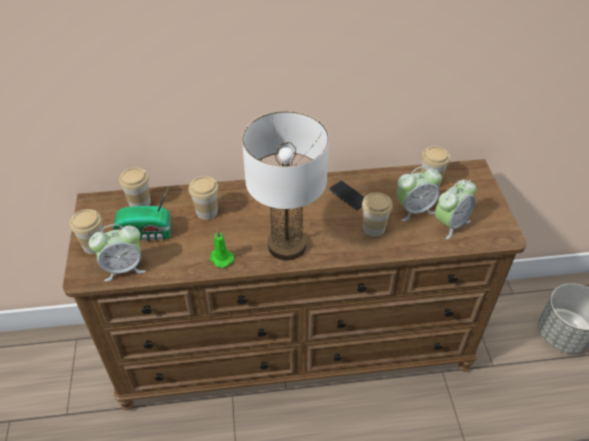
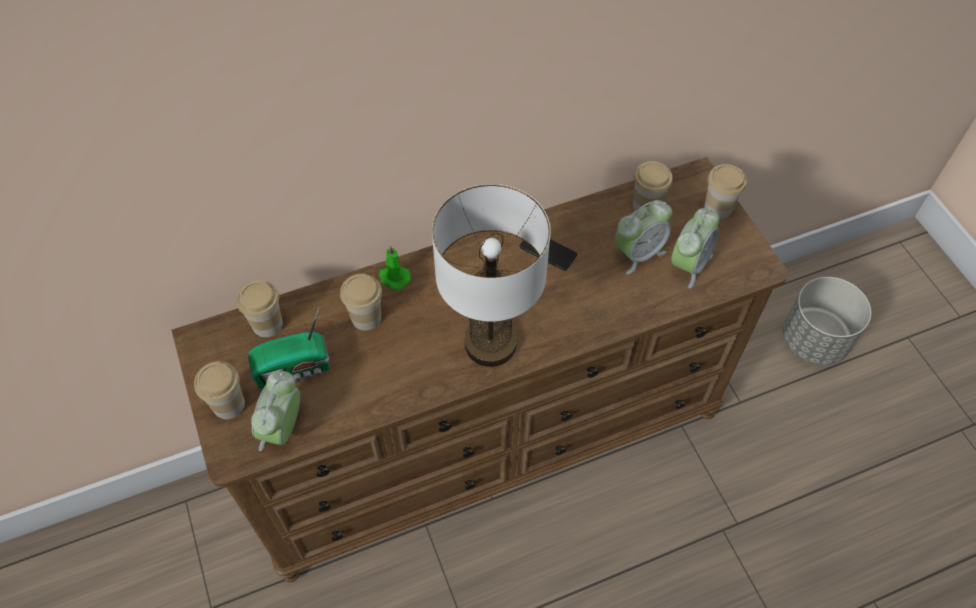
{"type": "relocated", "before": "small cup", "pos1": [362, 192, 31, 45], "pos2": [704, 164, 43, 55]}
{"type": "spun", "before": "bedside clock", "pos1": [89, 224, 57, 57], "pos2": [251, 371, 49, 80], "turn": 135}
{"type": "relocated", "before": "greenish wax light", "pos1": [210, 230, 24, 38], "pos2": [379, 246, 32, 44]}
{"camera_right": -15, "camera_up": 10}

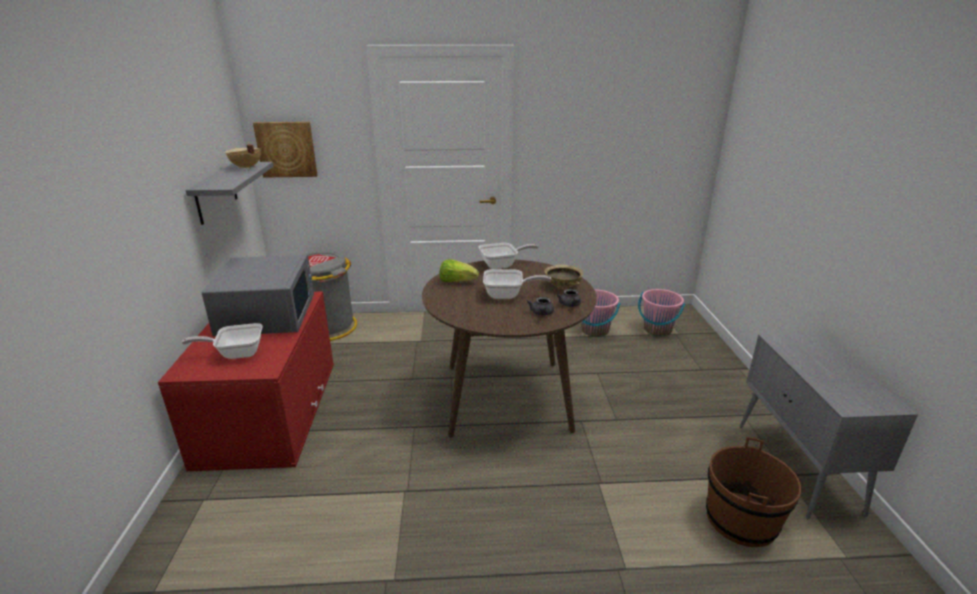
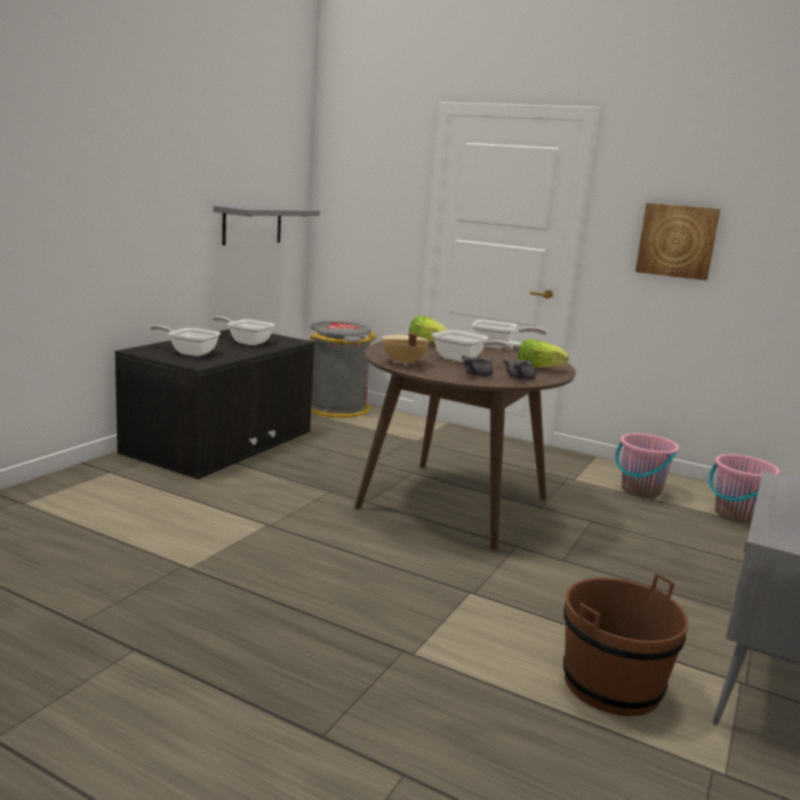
{"type": "relocated", "before": "picture", "pos1": [253, 122, 65, 56], "pos2": [635, 203, 85, 78]}
{"type": "relocated", "before": "beige-coloured saucepot", "pos1": [225, 144, 36, 25], "pos2": [382, 333, 47, 33]}
{"type": "exchanged", "before": "grey microwave", "after": "pan", "pos1": [202, 255, 112, 81], "pos2": [212, 316, 63, 29]}
{"type": "exchanged", "before": "beige-coloured deep dish", "after": "head of lettuce", "pos1": [544, 265, 39, 24], "pos2": [518, 339, 51, 29]}
{"type": "colour", "before": "red storage cabinet", "after": "black storage cabinet", "pos1": [158, 291, 176, 180], "pos2": [115, 329, 200, 150]}
{"camera_right": 30, "camera_up": -10}

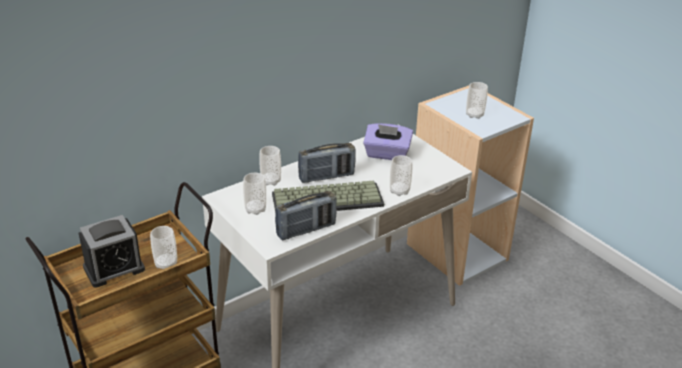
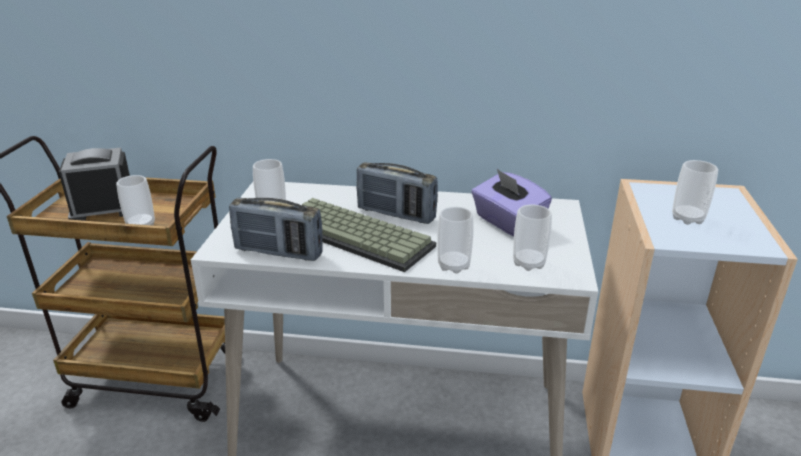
{"type": "relocated", "before": "small cup", "pos1": [259, 146, 22, 40], "pos2": [513, 205, 39, 66]}
{"type": "spun", "before": "bedside clock", "pos1": [79, 215, 66, 73], "pos2": [59, 148, 71, 73], "turn": 150}
{"camera_right": 45, "camera_up": -5}

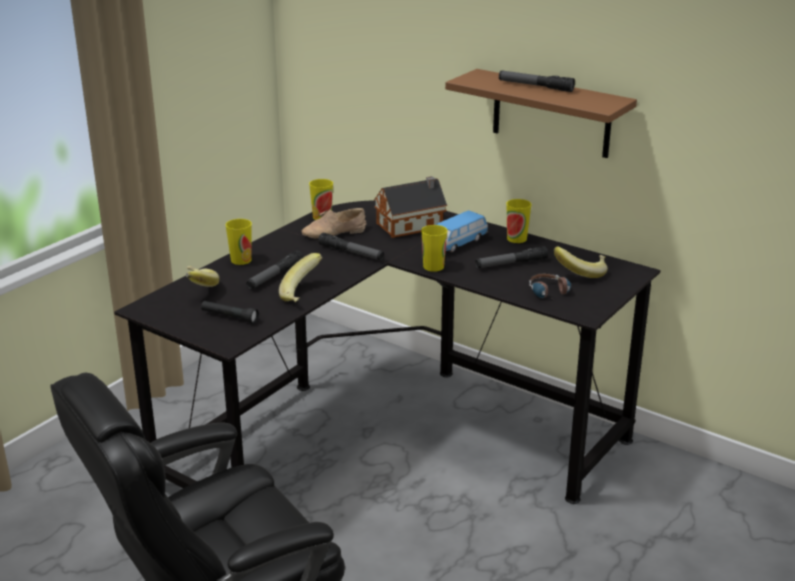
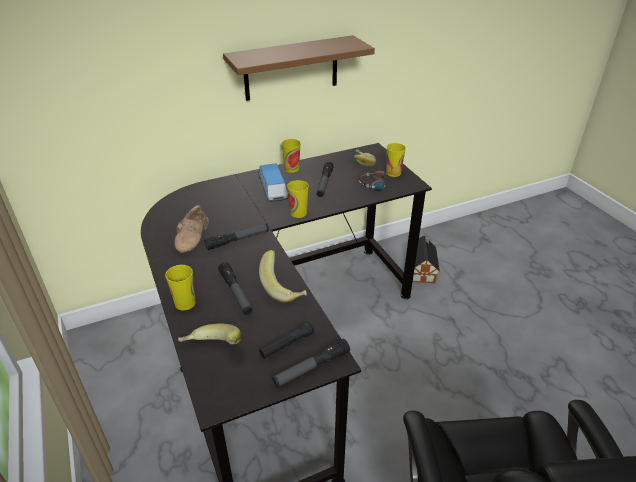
{"type": "relocated", "before": "torch", "pos1": [499, 70, 76, 22], "pos2": [272, 339, 78, 48]}
{"type": "relocated", "before": "toy house", "pos1": [374, 176, 73, 62], "pos2": [413, 236, 27, 48]}
{"type": "relocated", "before": "small cup", "pos1": [309, 179, 24, 41], "pos2": [386, 143, 20, 34]}
{"camera_right": -60, "camera_up": 10}

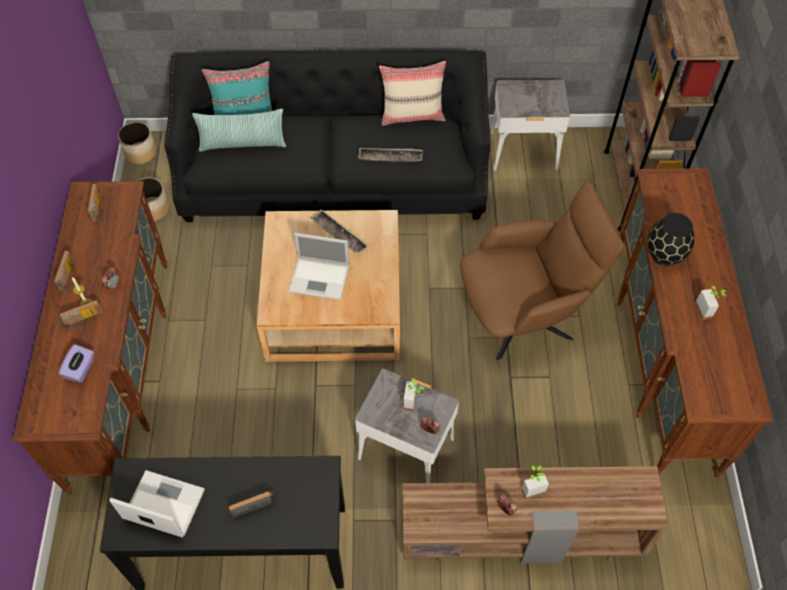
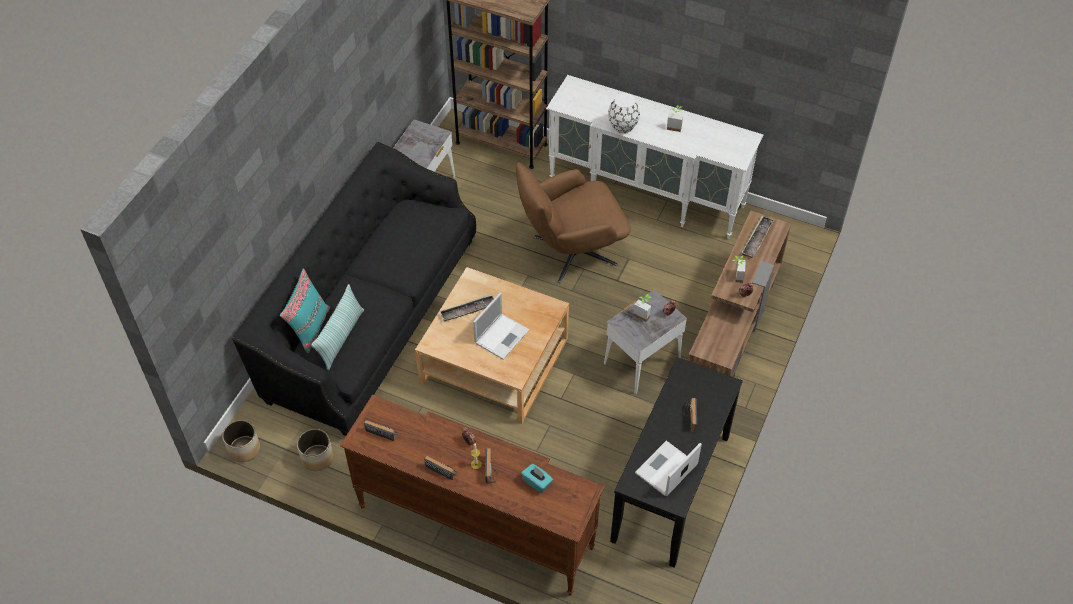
{"type": "missing", "before": "beige-coloured pillow", "pos1": [379, 61, 67, 65]}
{"type": "relocated", "before": "carrying tray", "pos1": [358, 147, 65, 15], "pos2": [742, 216, 32, 42]}
{"type": "colour", "before": "brown storage cabinet", "after": "whitish storage cabinet", "pos1": [617, 168, 156, 309], "pos2": [546, 75, 217, 164]}
{"type": "spun", "before": "brown lounge chair", "pos1": [460, 181, 164, 180], "pos2": [516, 162, 115, 122], "turn": -120}
{"type": "colour", "before": "black flower vase", "after": "whitish flower vase", "pos1": [648, 213, 47, 53], "pos2": [608, 93, 32, 40]}
{"type": "colour", "before": "purplish tissue box", "after": "turquoise tissue box", "pos1": [59, 344, 35, 39], "pos2": [521, 464, 32, 29]}
{"camera_right": -65, "camera_up": -5}

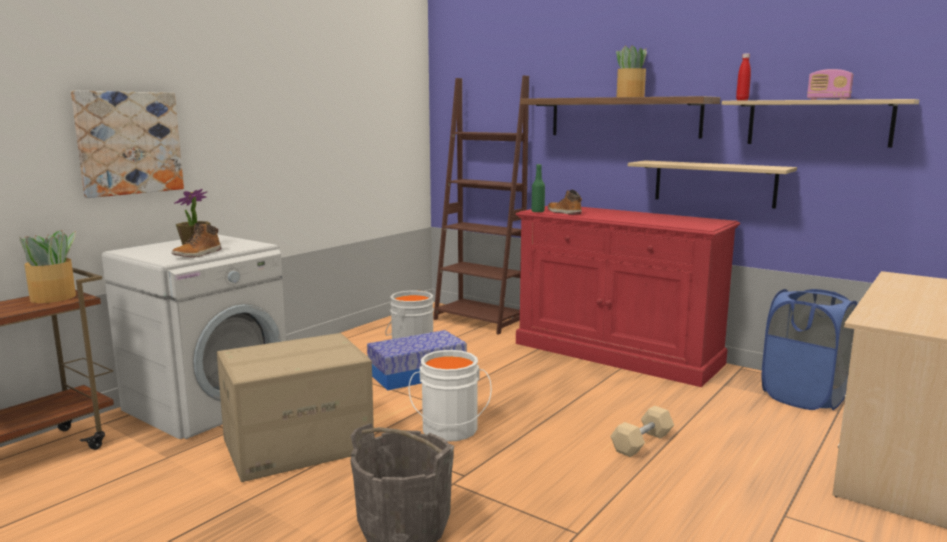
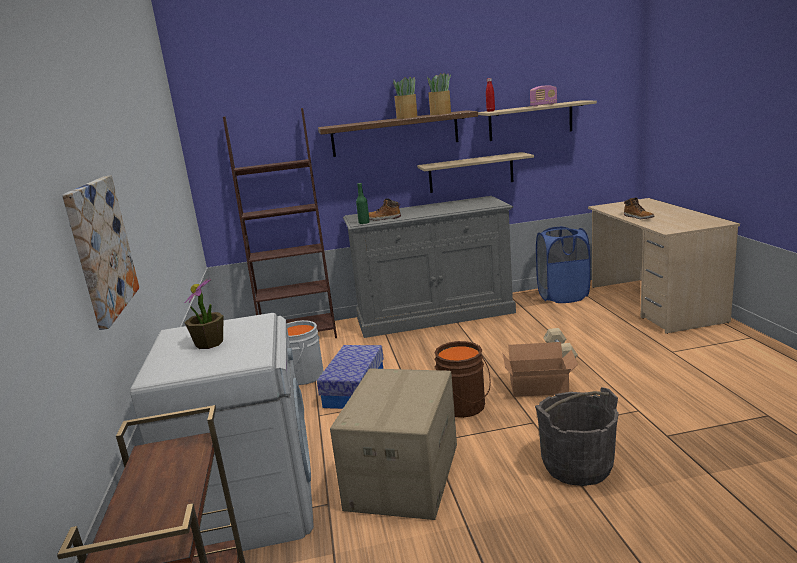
{"type": "colour", "before": "red storage cabinet", "after": "grey storage cabinet", "pos1": [516, 206, 224, 181], "pos2": [343, 196, 173, 142]}
{"type": "relocated", "before": "high-top boot", "pos1": [172, 223, 49, 34], "pos2": [624, 197, 30, 22]}
{"type": "relocated", "before": "houseplant", "pos1": [19, 230, 57, 73], "pos2": [427, 73, 24, 42]}
{"type": "colour", "before": "whitish water bucket", "after": "brown water bucket", "pos1": [409, 350, 83, 92], "pos2": [434, 341, 57, 77]}
{"type": "appeared", "after": "carton", "pos2": [502, 342, 76, 55]}
{"camera_right": -45, "camera_up": 5}

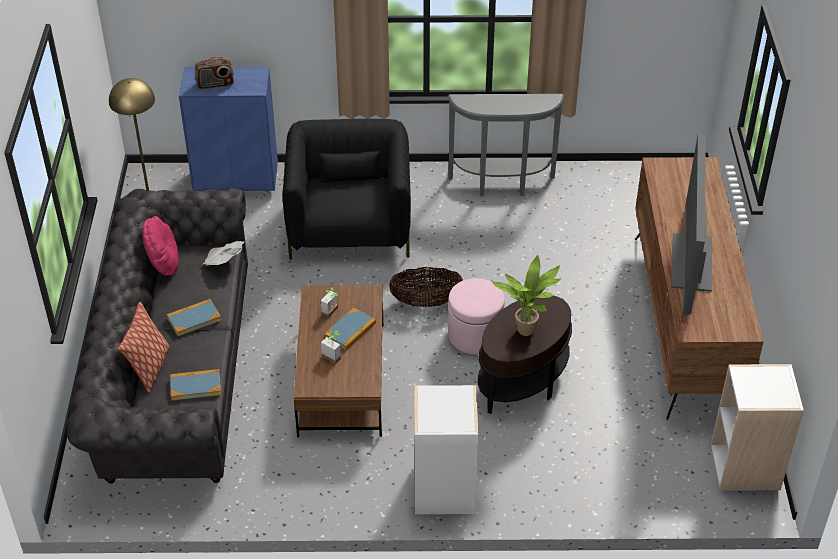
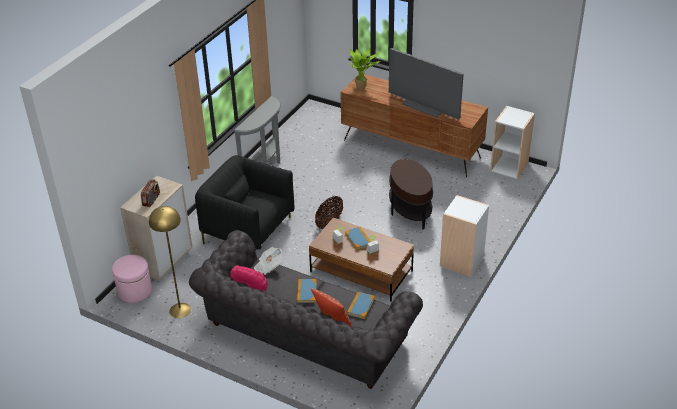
{"type": "colour", "before": "blue-coloured storage cabinet", "after": "beige-coloured storage cabinet", "pos1": [179, 66, 99, 126], "pos2": [120, 176, 72, 104]}
{"type": "relocated", "before": "houseplant", "pos1": [492, 255, 69, 81], "pos2": [349, 48, 31, 42]}
{"type": "relocated", "before": "pink-coloured ottoman", "pos1": [448, 278, 57, 76], "pos2": [112, 255, 40, 48]}
{"camera_right": -60, "camera_up": -5}

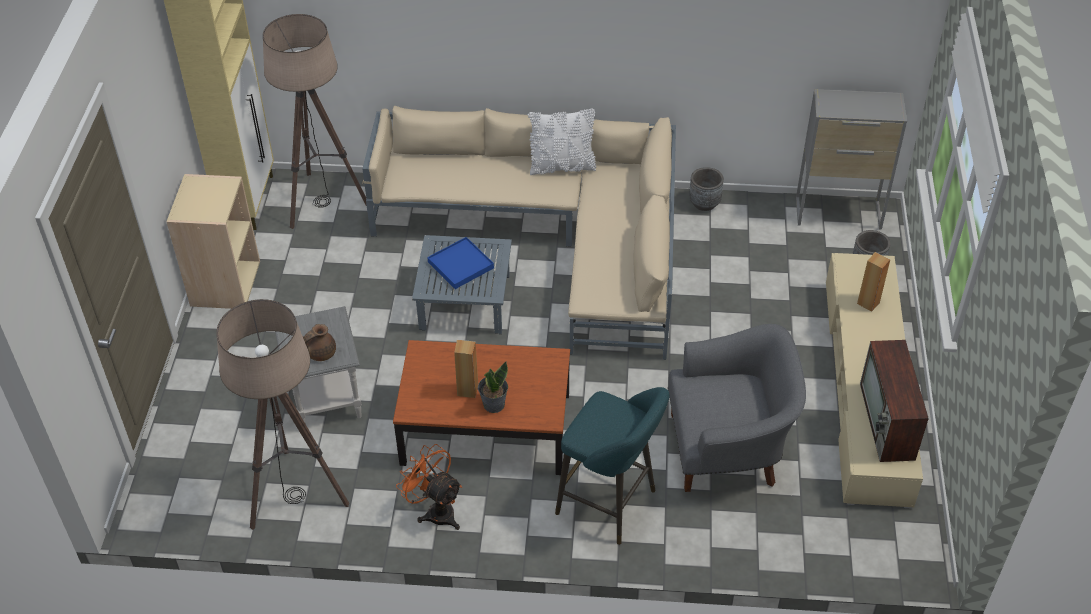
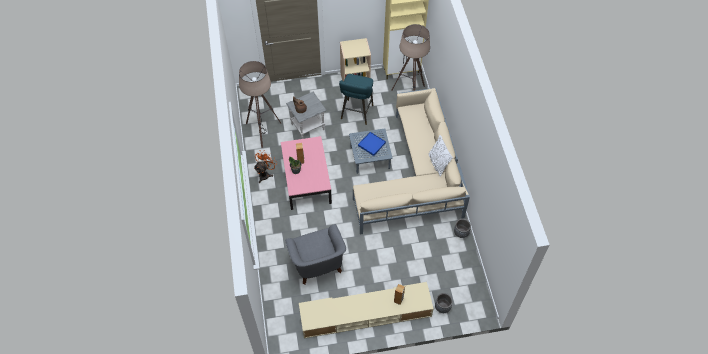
{"type": "missing", "before": "grey storage cabinet", "pos1": [796, 89, 111, 141]}
{"type": "colour", "before": "brown coffee table", "after": "pink-coloured coffee table", "pos1": [393, 340, 177, 135], "pos2": [281, 136, 51, 74]}
{"type": "missing", "before": "television", "pos1": [860, 340, 69, 122]}
{"type": "relocated", "before": "turquoise stool", "pos1": [555, 387, 114, 158], "pos2": [339, 74, 34, 51]}
{"camera_right": 75, "camera_up": 10}

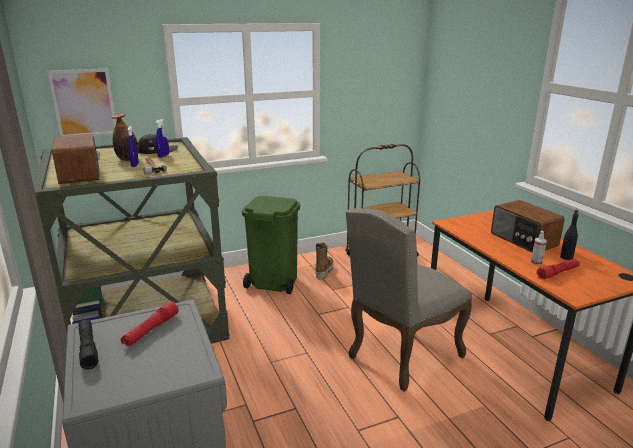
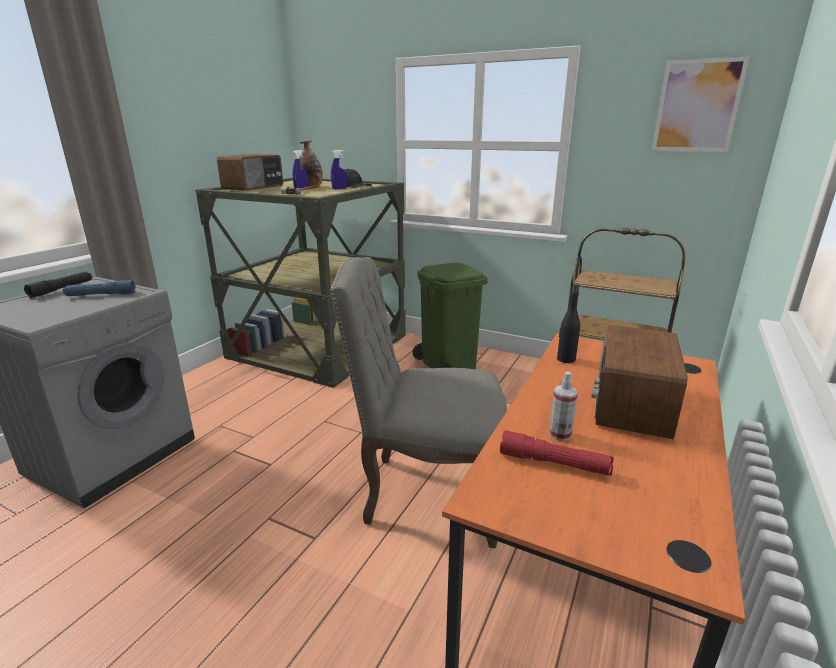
{"type": "relocated", "before": "picture", "pos1": [47, 69, 69, 67], "pos2": [652, 56, 98, 96]}
{"type": "relocated", "before": "black drink bottle", "pos1": [560, 210, 18, 50], "pos2": [557, 283, 23, 80]}
{"type": "missing", "before": "high-top boot", "pos1": [315, 243, 18, 37]}
{"type": "colour", "before": "red torch", "after": "blue-coloured torch", "pos1": [121, 301, 58, 45], "pos2": [63, 280, 72, 16]}
{"camera_right": 50, "camera_up": 0}

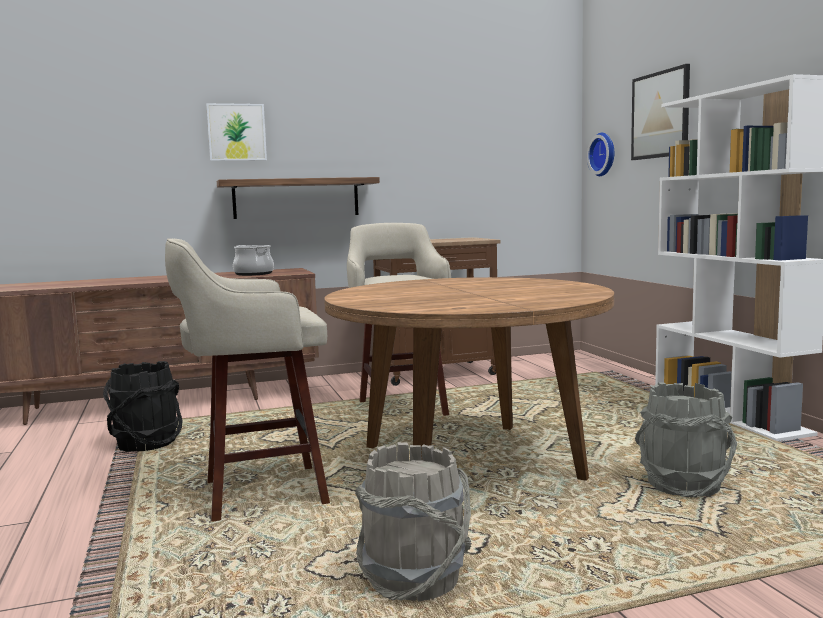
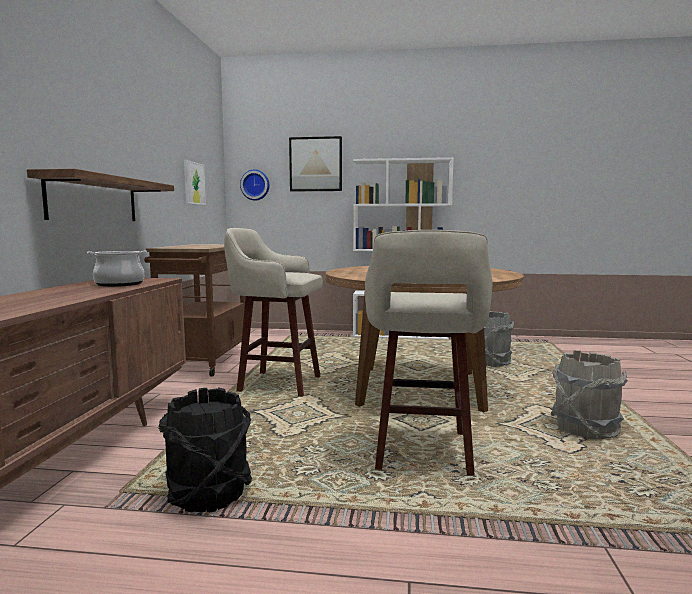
{"type": "relocated", "before": "picture", "pos1": [206, 103, 61, 58], "pos2": [184, 160, 22, 45]}
{"camera_right": -65, "camera_up": 0}

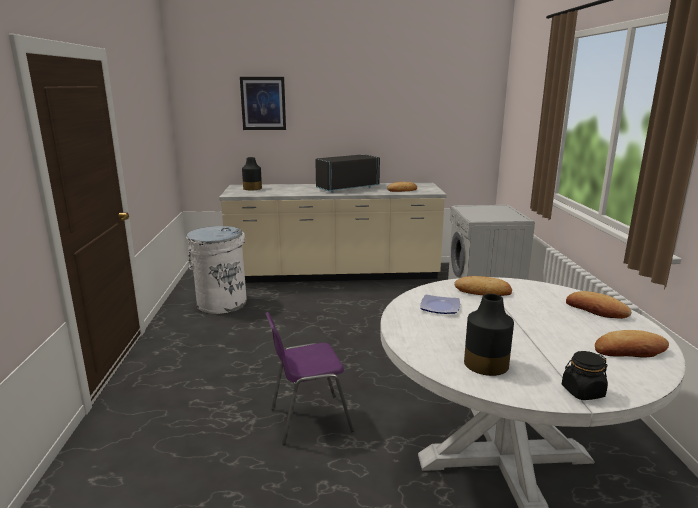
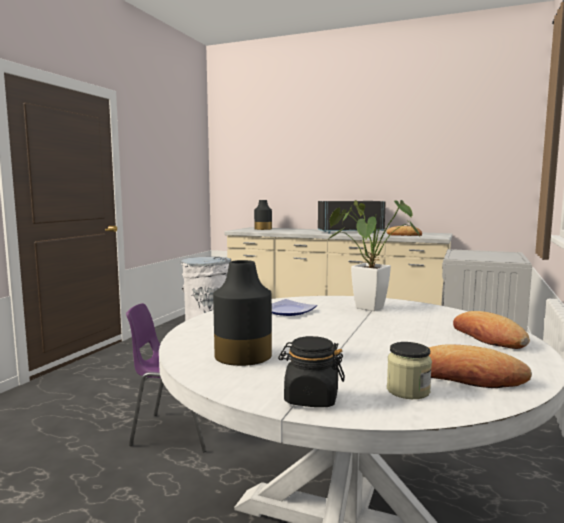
{"type": "missing", "before": "picture", "pos1": [240, 77, 46, 53]}
{"type": "exchanged", "before": "baked bread", "after": "houseplant", "pos1": [454, 276, 58, 20], "pos2": [329, 200, 91, 111]}
{"type": "appeared", "after": "storage jar", "pos2": [387, 342, 45, 57]}
{"camera_right": 25, "camera_up": -10}

